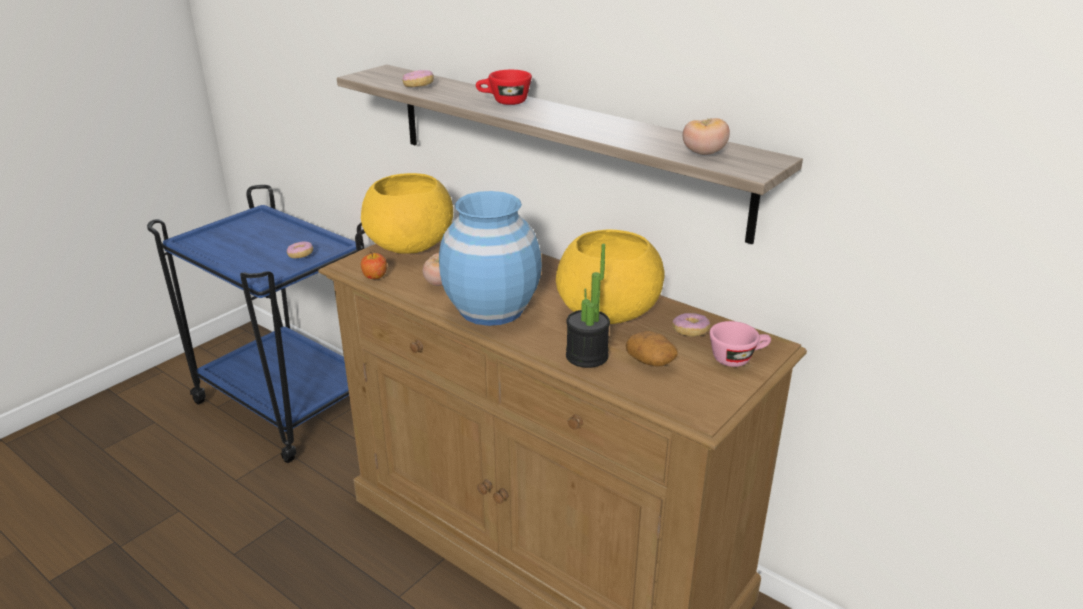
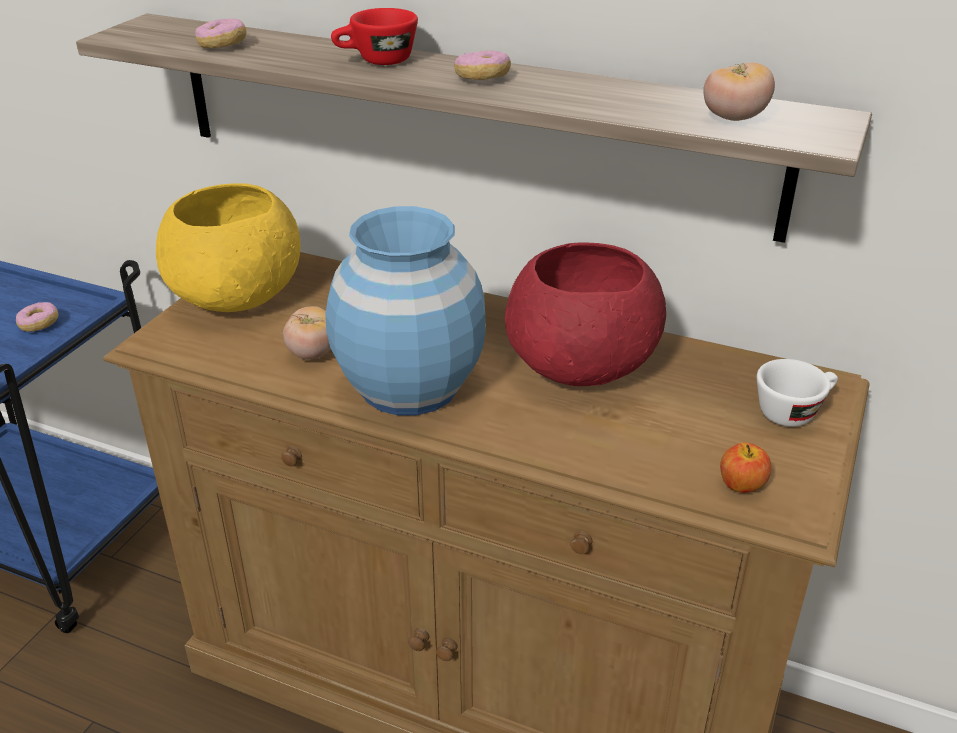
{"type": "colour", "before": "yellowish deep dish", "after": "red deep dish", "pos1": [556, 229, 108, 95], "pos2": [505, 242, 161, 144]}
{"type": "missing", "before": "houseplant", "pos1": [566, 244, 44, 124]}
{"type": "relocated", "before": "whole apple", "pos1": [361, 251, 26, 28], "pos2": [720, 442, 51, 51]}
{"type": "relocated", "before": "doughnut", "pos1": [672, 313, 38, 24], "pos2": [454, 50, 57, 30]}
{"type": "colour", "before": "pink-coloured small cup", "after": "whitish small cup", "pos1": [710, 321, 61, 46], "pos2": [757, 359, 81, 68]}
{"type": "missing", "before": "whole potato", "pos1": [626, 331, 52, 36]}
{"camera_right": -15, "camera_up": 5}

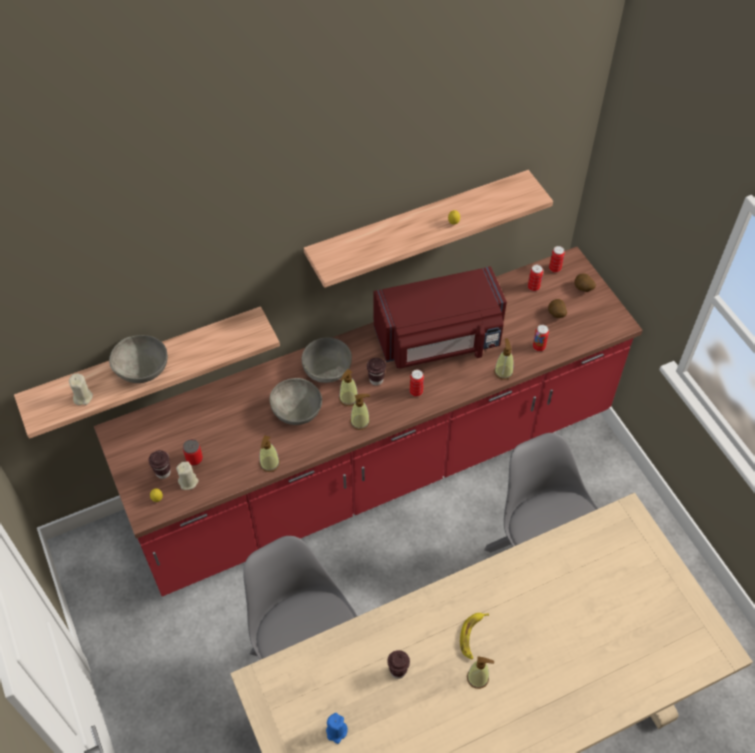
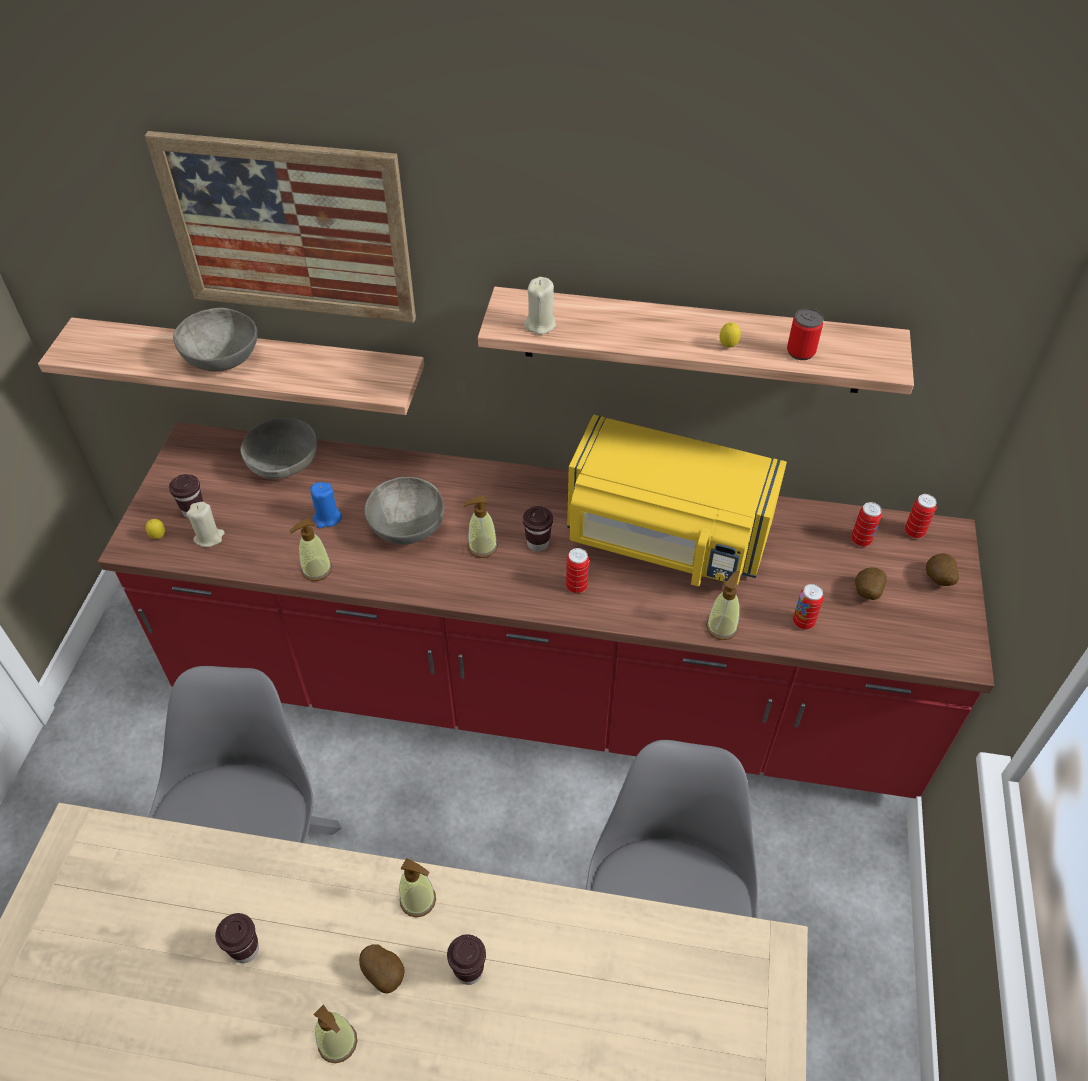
{"type": "colour", "before": "red microwave", "after": "yellowish microwave", "pos1": [373, 266, 134, 103], "pos2": [567, 415, 220, 172]}
{"type": "relocated", "before": "grey deep dish", "pos1": [302, 337, 50, 46], "pos2": [240, 418, 77, 61]}
{"type": "relocated", "before": "beige-coloured wax light", "pos1": [69, 374, 24, 31], "pos2": [524, 277, 32, 58]}
{"type": "relocated", "before": "liquid soap bottle", "pos1": [350, 394, 20, 36], "pos2": [399, 858, 37, 60]}
{"type": "relocated", "before": "can", "pos1": [183, 439, 20, 27], "pos2": [787, 308, 36, 52]}
{"type": "exchanged", "before": "banana fruit", "after": "whole potato", "pos1": [460, 613, 29, 46], "pos2": [359, 944, 46, 49]}
{"type": "relocated", "before": "blue-coloured wax light", "pos1": [326, 713, 22, 31], "pos2": [310, 482, 32, 46]}
{"type": "appeared", "after": "picture", "pos2": [145, 131, 271, 192]}
{"type": "appeared", "after": "brown small cup", "pos2": [447, 934, 39, 51]}
{"camera_right": 35, "camera_up": -5}

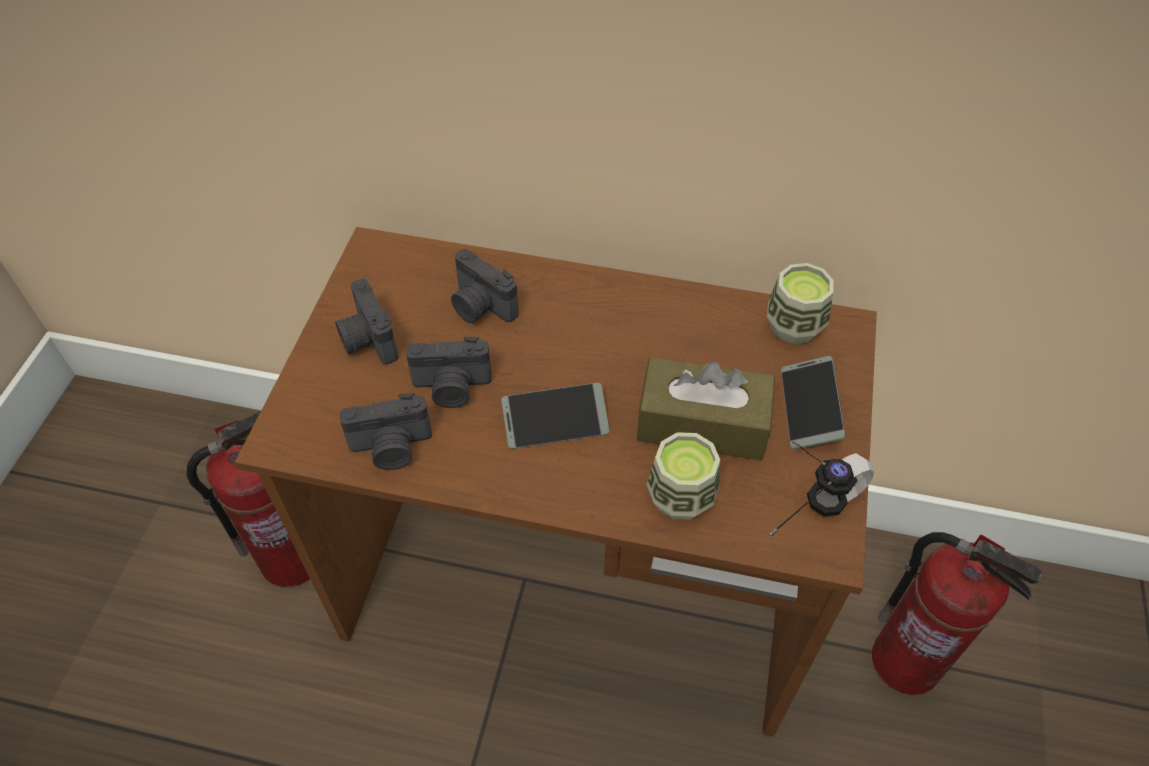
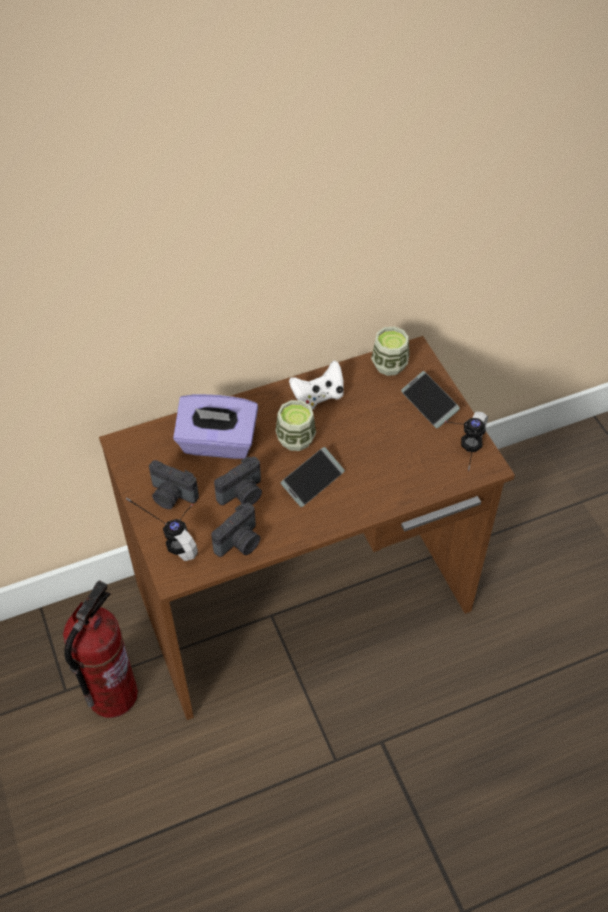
{"type": "exchanged", "before": "still camera", "after": "purplish tissue box", "pos1": [451, 249, 68, 74], "pos2": [173, 394, 85, 65]}
{"type": "missing", "before": "brown tissue box", "pos1": [637, 357, 138, 103]}
{"type": "relocated", "before": "small cup", "pos1": [647, 432, 73, 88], "pos2": [275, 400, 41, 51]}
{"type": "missing", "before": "extinguisher", "pos1": [872, 532, 172, 163]}
{"type": "appeared", "after": "whitish game controller", "pos2": [289, 360, 55, 50]}
{"type": "appeared", "after": "headset", "pos2": [126, 497, 72, 64]}
{"camera_right": -35, "camera_up": 0}

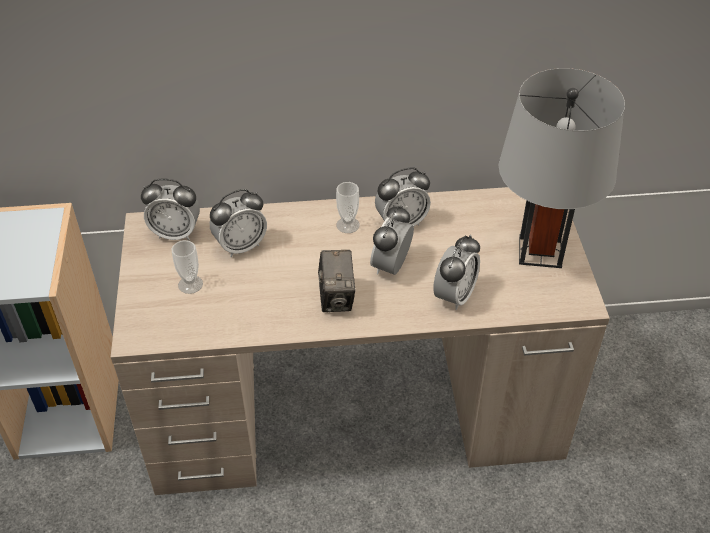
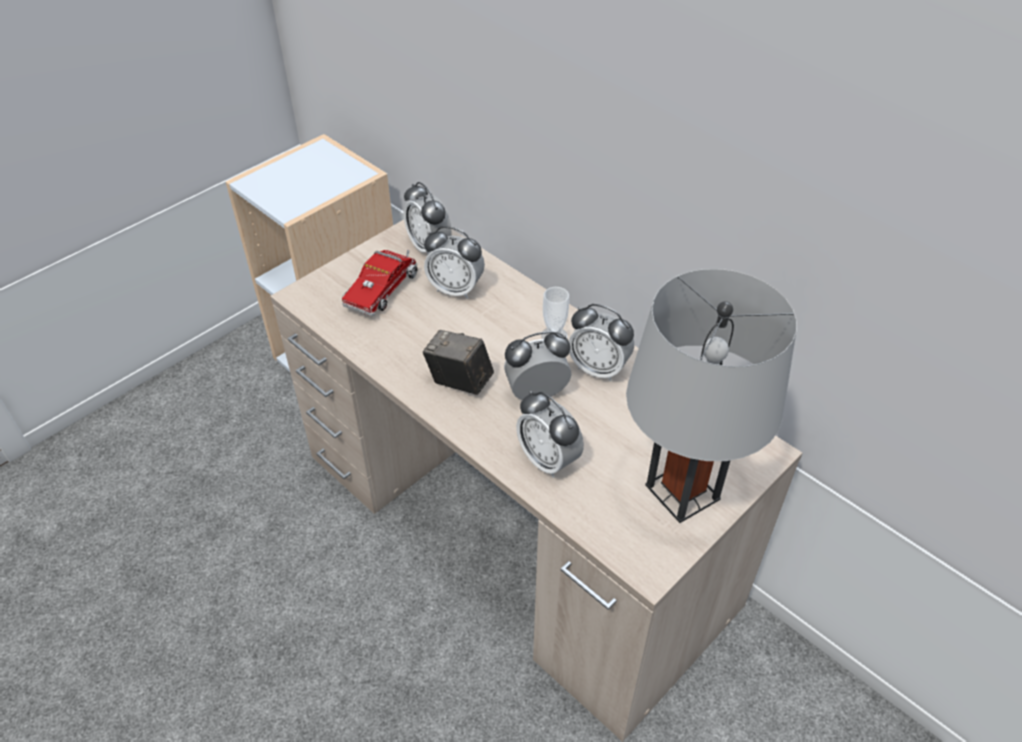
{"type": "spun", "before": "bedside clock", "pos1": [433, 235, 47, 75], "pos2": [516, 391, 68, 87], "turn": 60}
{"type": "exchanged", "before": "small cup", "after": "toy truck", "pos1": [172, 240, 31, 54], "pos2": [342, 250, 76, 66]}
{"type": "spun", "before": "still camera", "pos1": [318, 250, 38, 62], "pos2": [423, 330, 71, 65], "turn": 75}
{"camera_right": 50, "camera_up": 0}

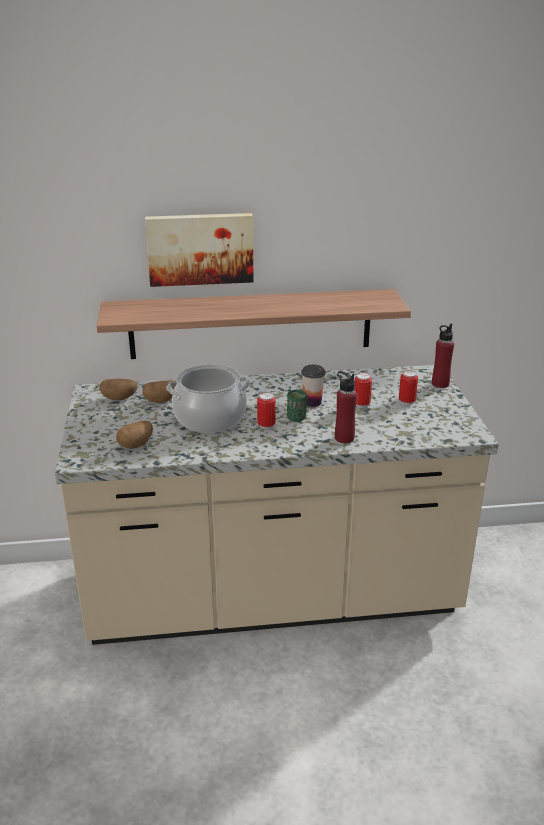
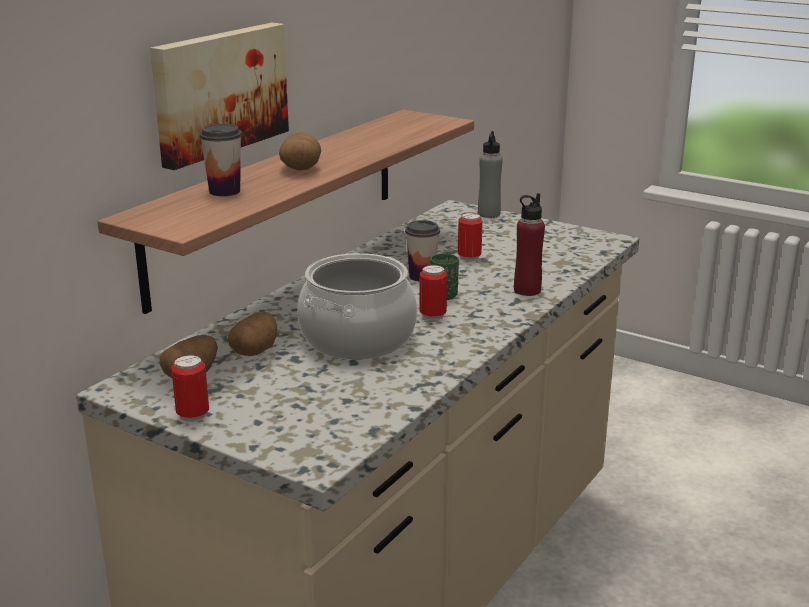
{"type": "colour", "before": "red drink bottle", "after": "grey drink bottle", "pos1": [432, 324, 22, 64], "pos2": [478, 131, 25, 87]}
{"type": "relocated", "before": "can", "pos1": [399, 370, 19, 35], "pos2": [172, 355, 37, 67]}
{"type": "relocated", "before": "whole potato", "pos1": [116, 420, 37, 29], "pos2": [279, 132, 42, 38]}
{"type": "appeared", "after": "small cup", "pos2": [199, 124, 43, 72]}
{"camera_right": -50, "camera_up": -5}

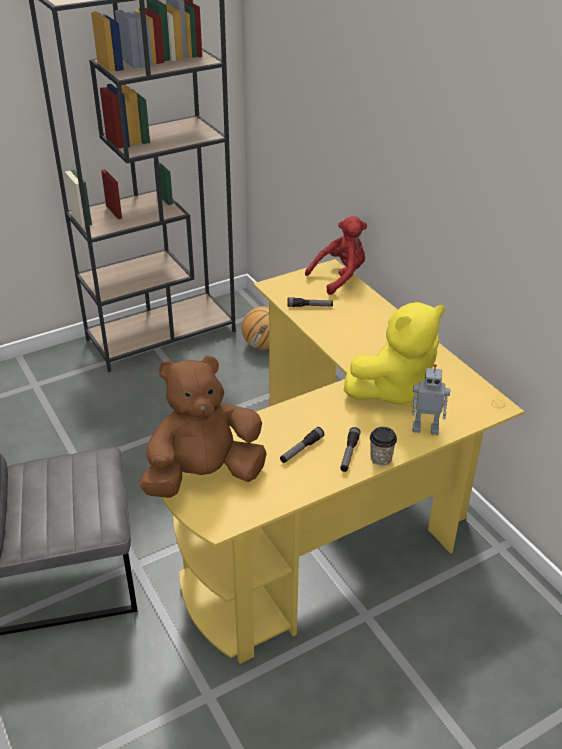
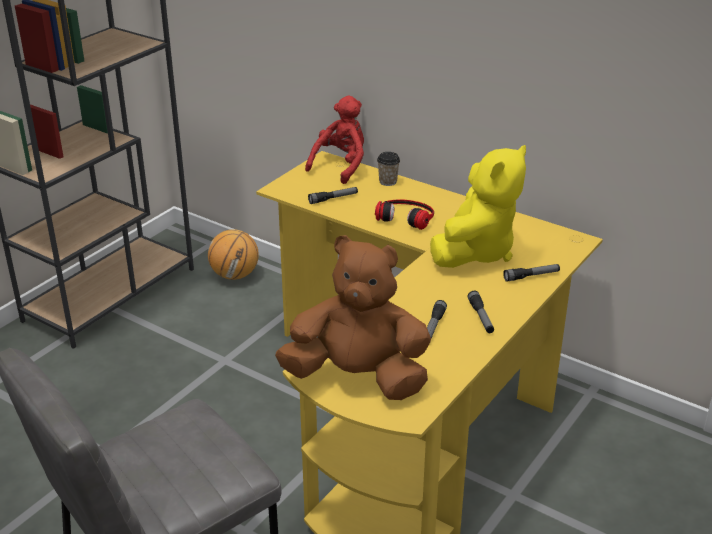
{"type": "spun", "before": "brown plush toy", "pos1": [139, 356, 128, 142], "pos2": [275, 235, 156, 165], "turn": 60}
{"type": "exchanged", "before": "model robot", "after": "torch", "pos1": [412, 364, 38, 71], "pos2": [503, 264, 57, 18]}
{"type": "relocated", "before": "small cup", "pos1": [370, 427, 27, 39], "pos2": [377, 152, 23, 34]}
{"type": "appeared", "after": "headset", "pos2": [375, 199, 59, 31]}
{"camera_right": -25, "camera_up": -5}

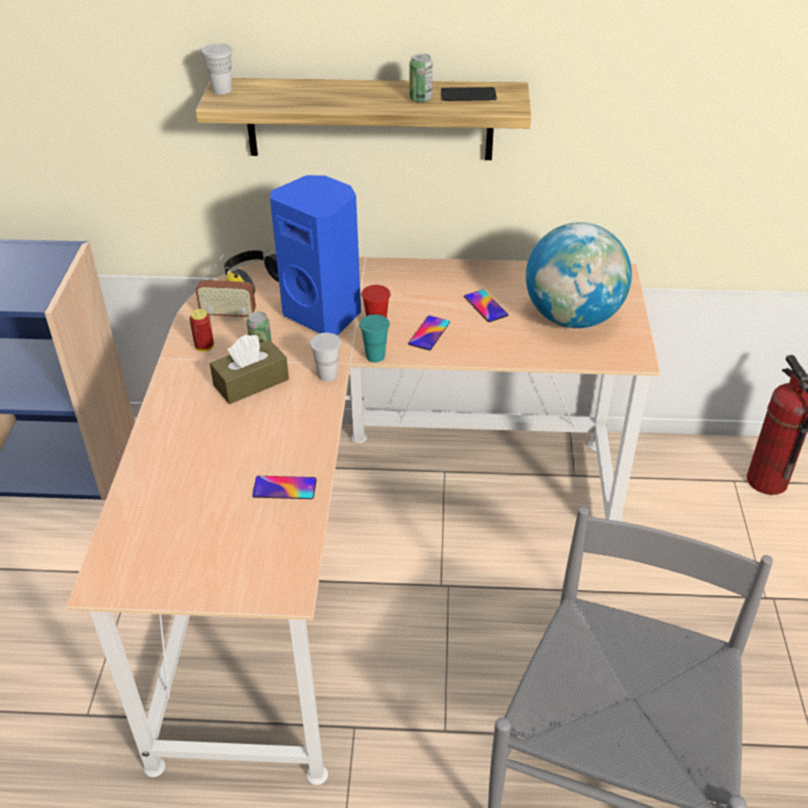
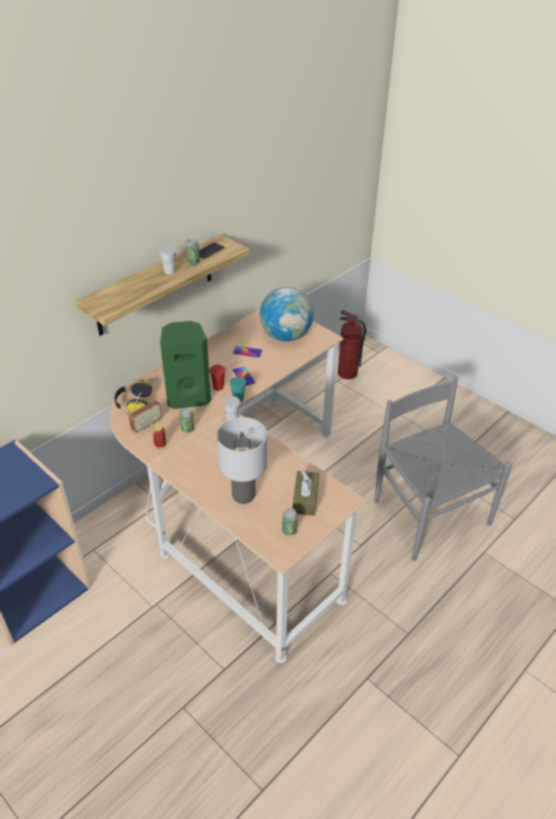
{"type": "relocated", "before": "whitish small cup", "pos1": [201, 43, 31, 51], "pos2": [159, 246, 18, 28]}
{"type": "colour", "before": "blue-coloured audio speaker", "after": "greenish audio speaker", "pos1": [270, 175, 91, 160], "pos2": [160, 321, 51, 88]}
{"type": "relocated", "before": "brown tissue box", "pos1": [210, 335, 79, 69], "pos2": [293, 471, 26, 45]}
{"type": "missing", "before": "phone", "pos1": [252, 476, 65, 23]}
{"type": "appeared", "after": "whitish table lamp", "pos2": [217, 417, 50, 87]}
{"type": "appeared", "after": "can", "pos2": [282, 508, 16, 28]}
{"camera_right": -50, "camera_up": 0}

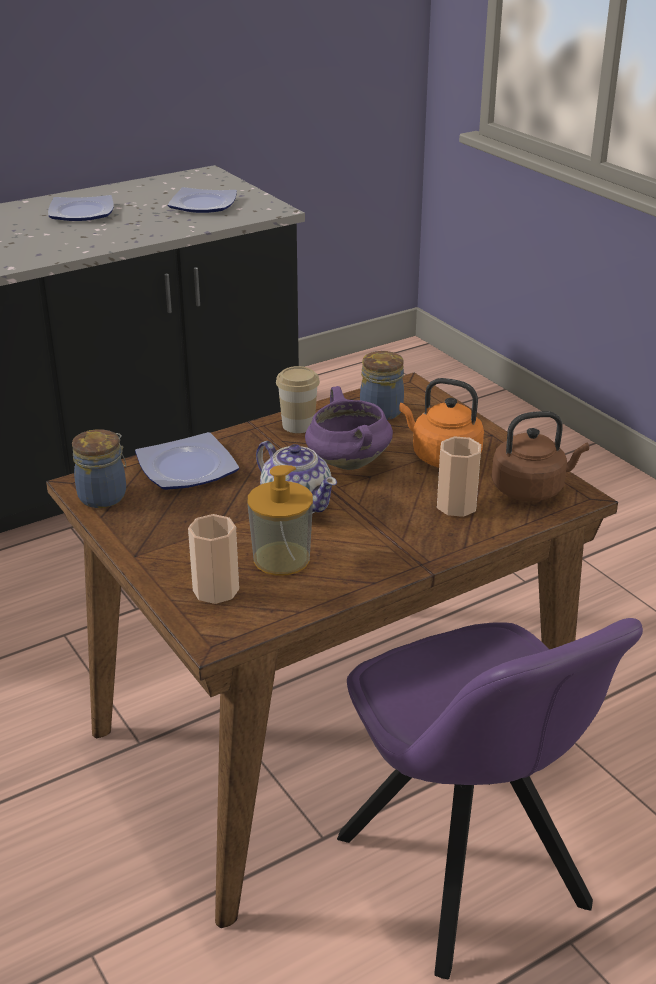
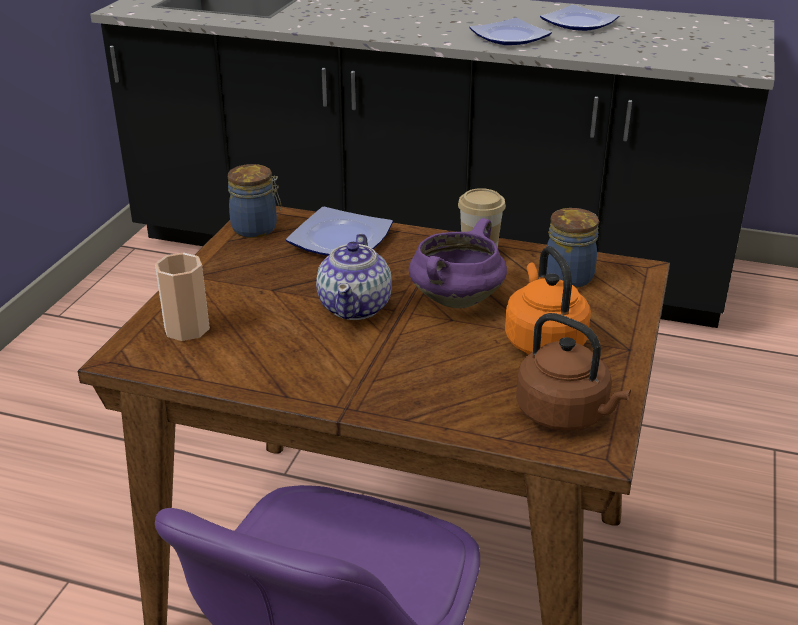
{"type": "relocated", "before": "dinner plate", "pos1": [168, 187, 69, 26], "pos2": [469, 18, 83, 27]}
{"type": "missing", "before": "small cup", "pos1": [437, 437, 44, 80]}
{"type": "missing", "before": "liquid soap bottle", "pos1": [247, 465, 66, 111]}
{"camera_right": 50, "camera_up": 0}

